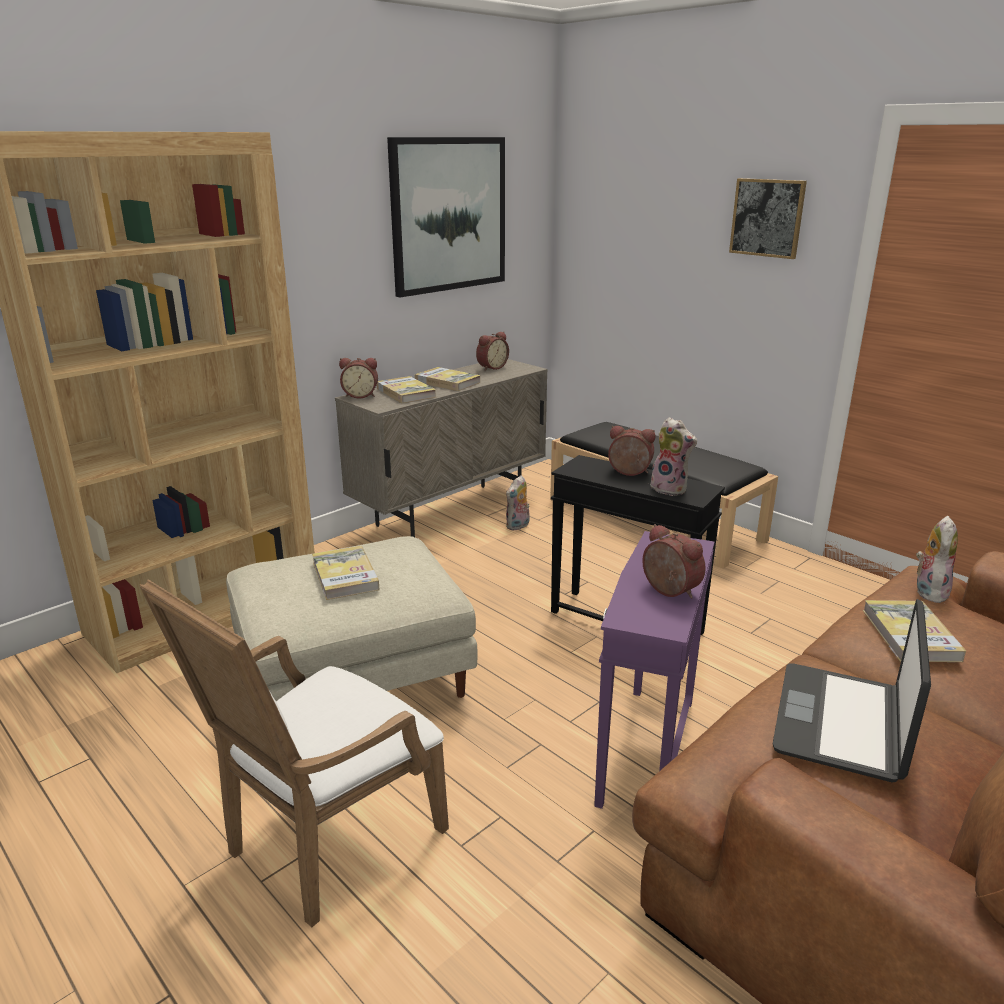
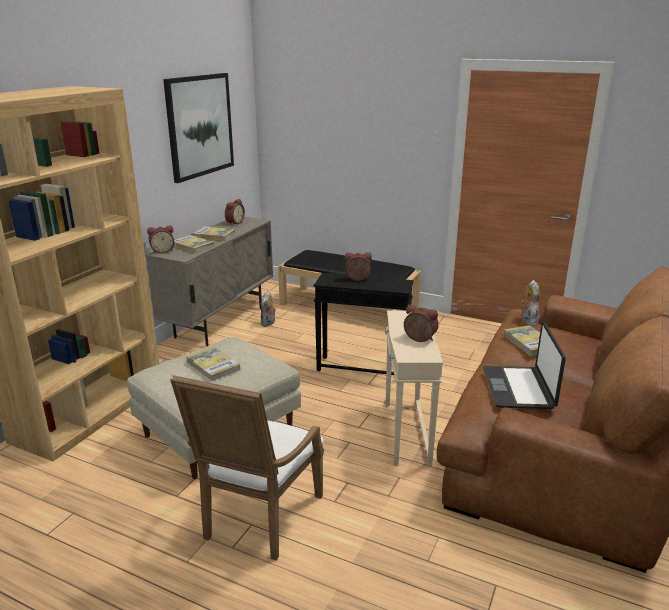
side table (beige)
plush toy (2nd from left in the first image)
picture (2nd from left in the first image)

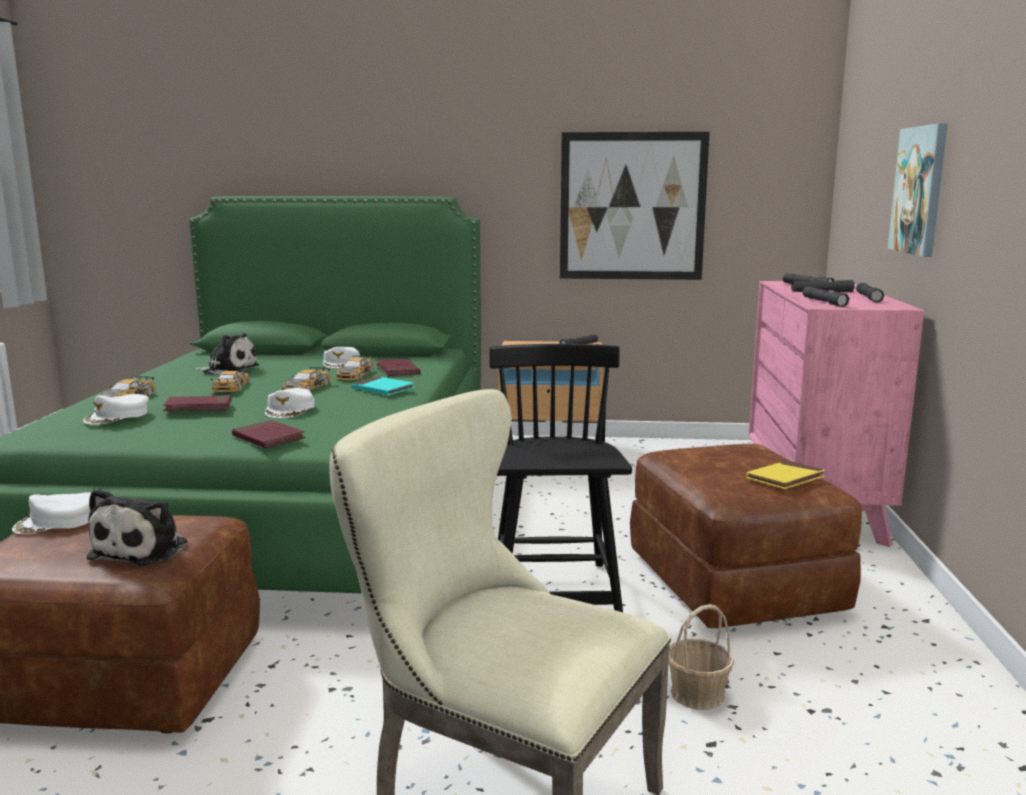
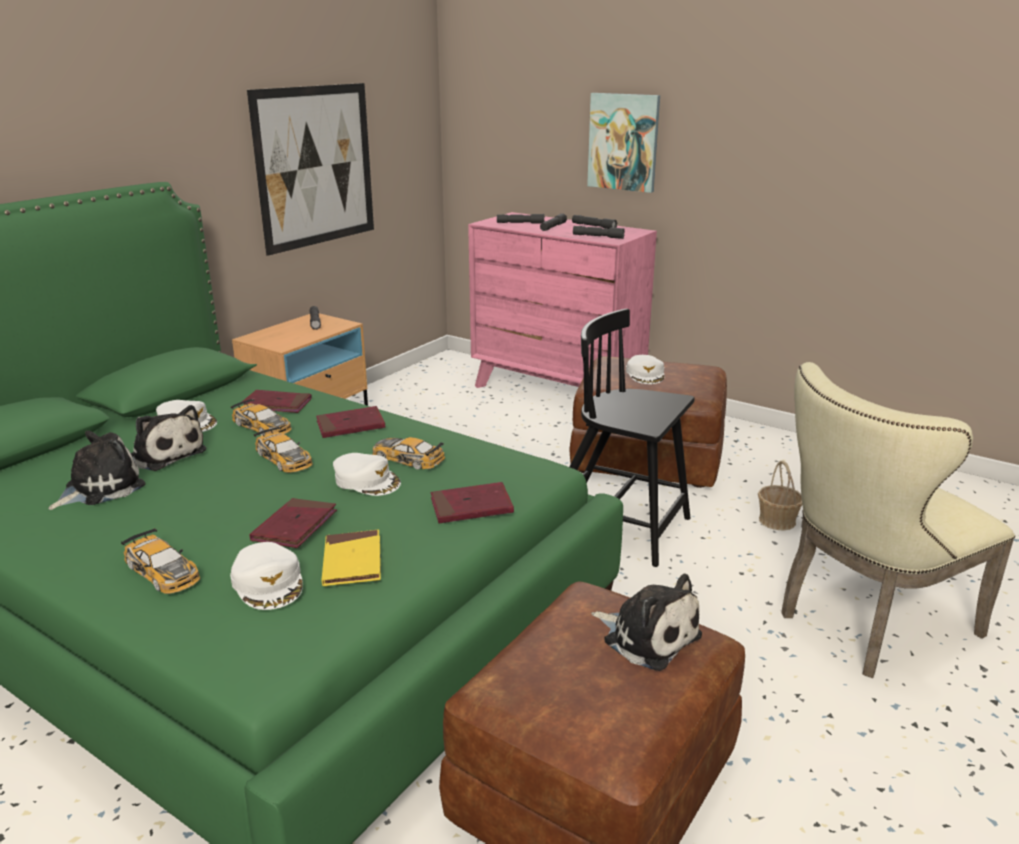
cap (white) (4th from left)
toy car (4th from left)
book (red) (3rd from left)
book (yellow)
plush toy (2nd from left)

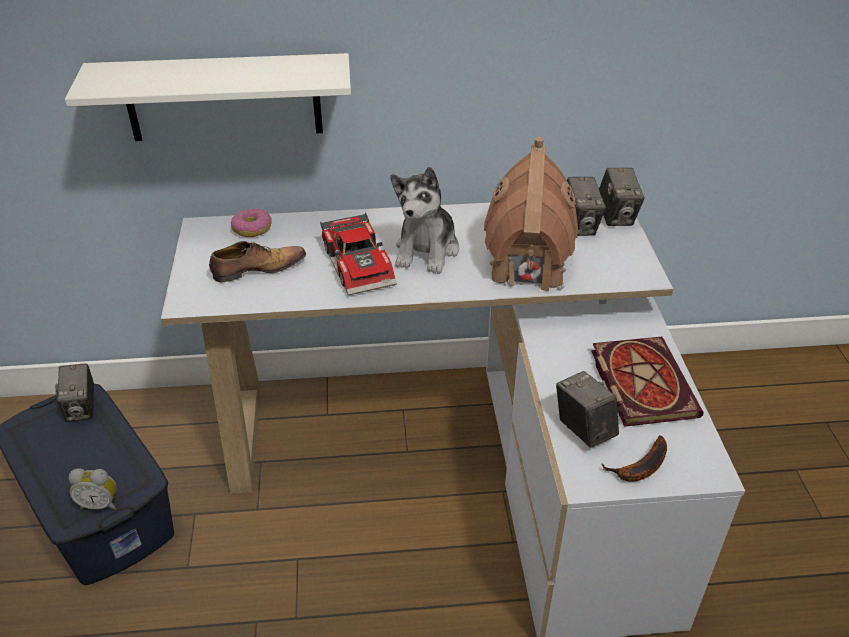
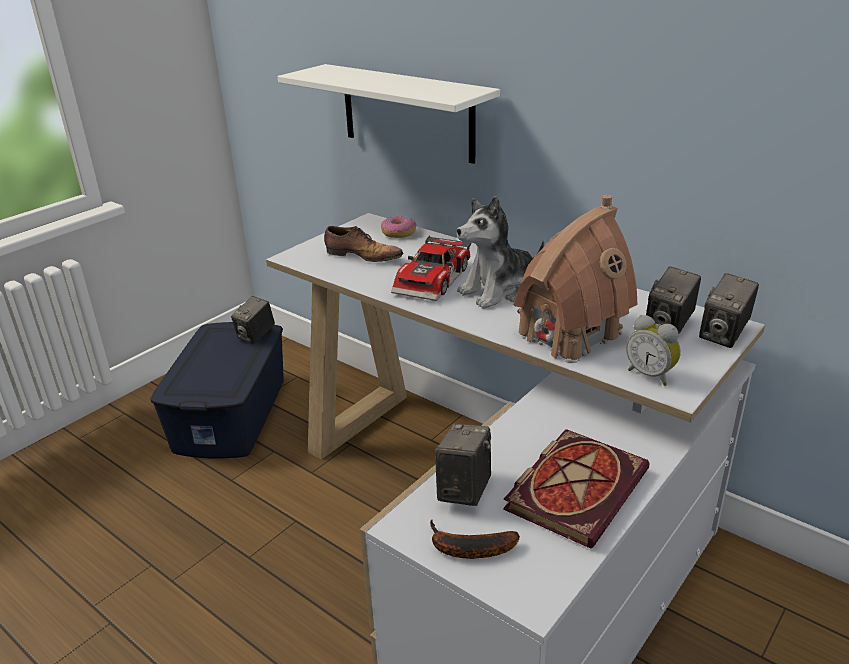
alarm clock

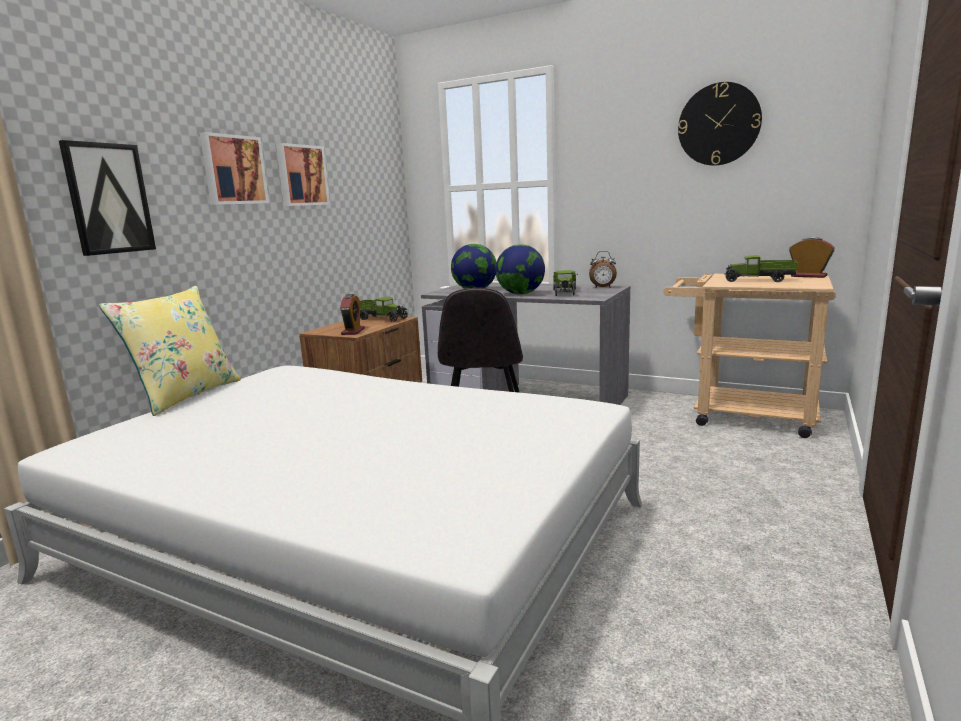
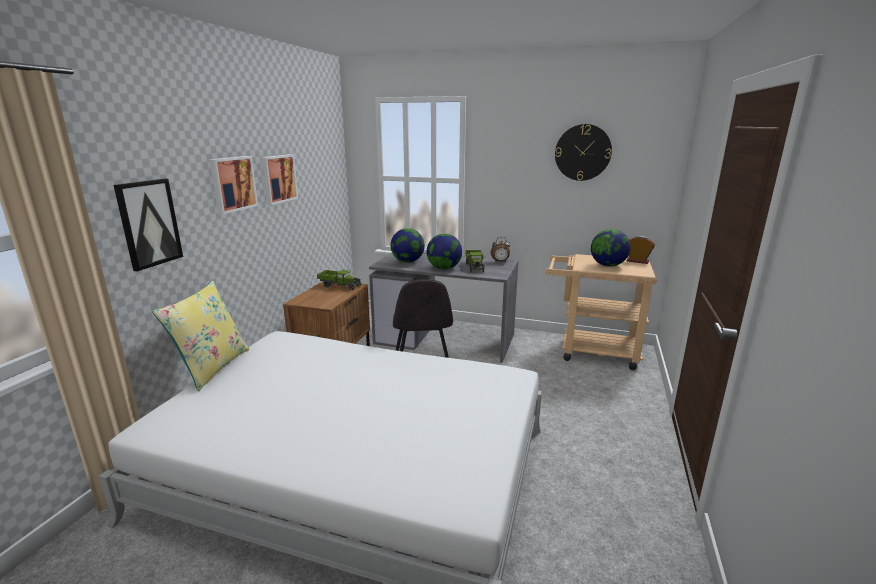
alarm clock (1st from left in the first image)
globe (3rd from left)

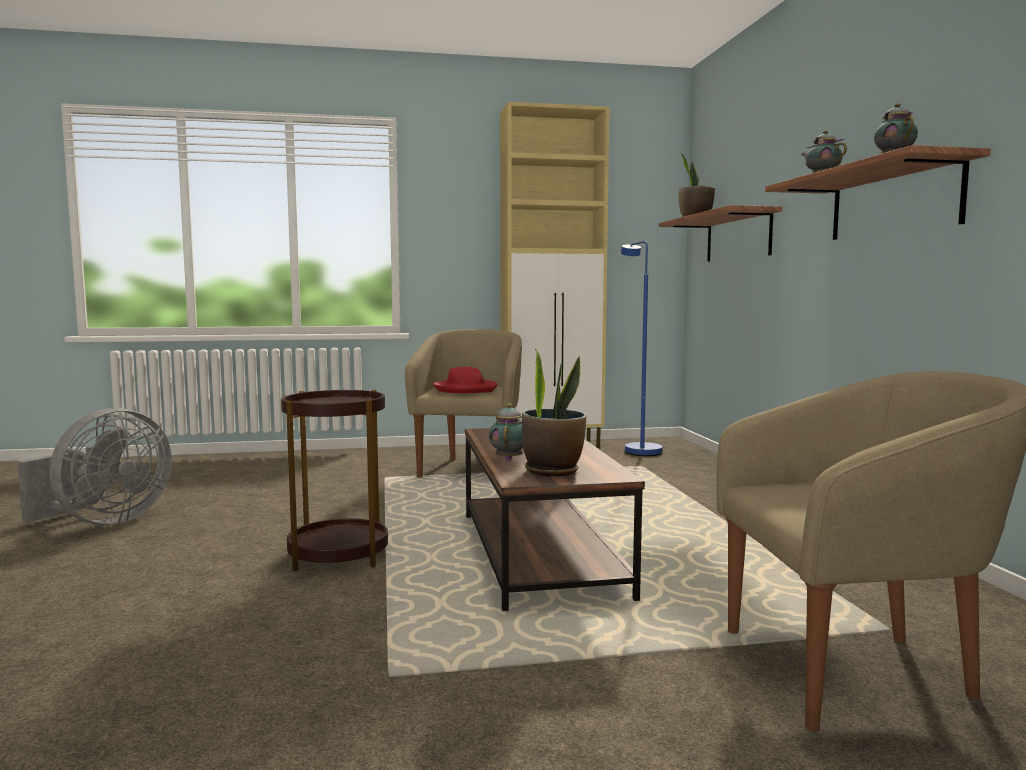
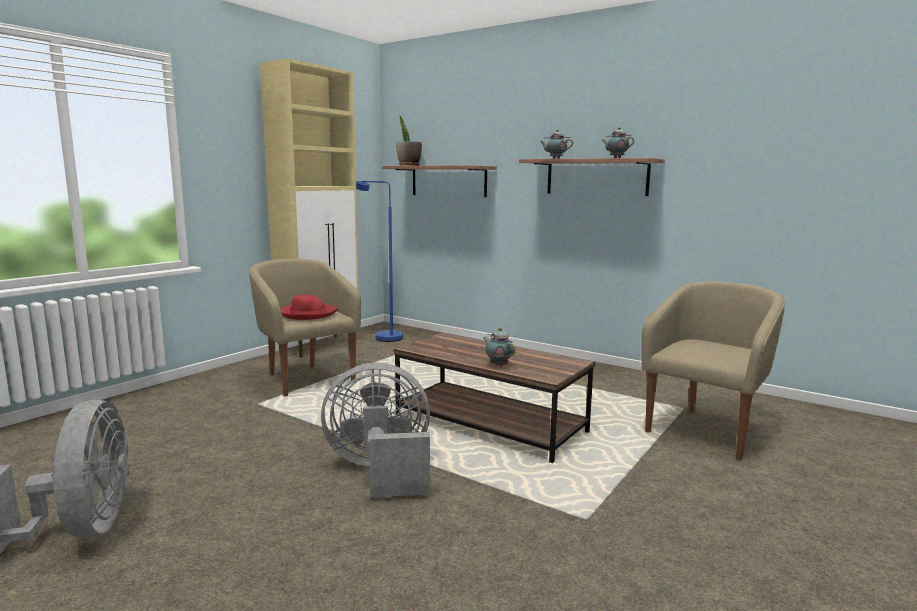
fan (grey) (2nd from left)
potted plant (1st from left in the first image)

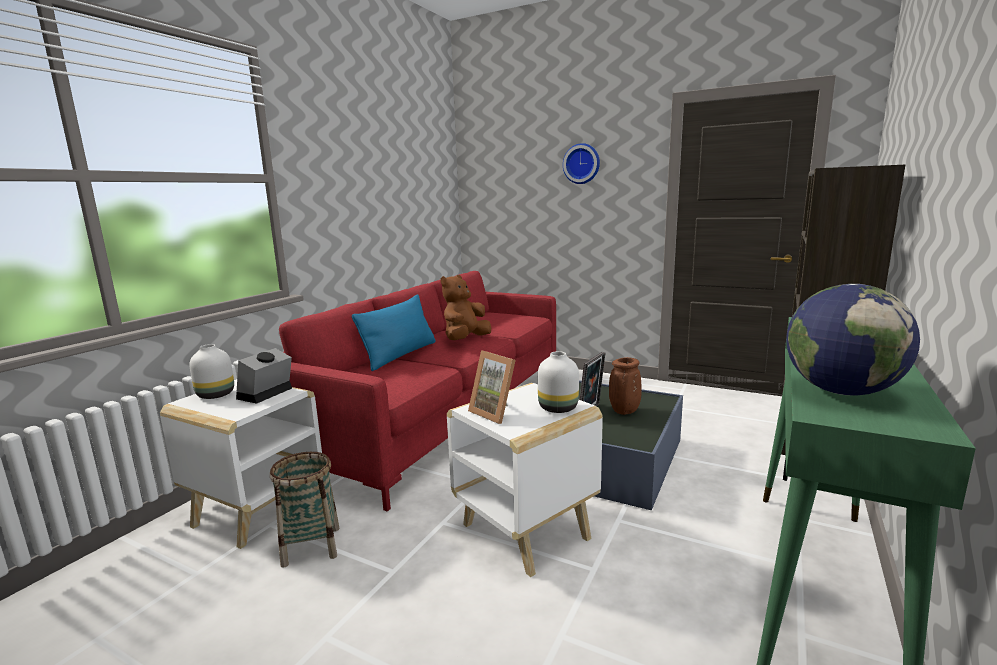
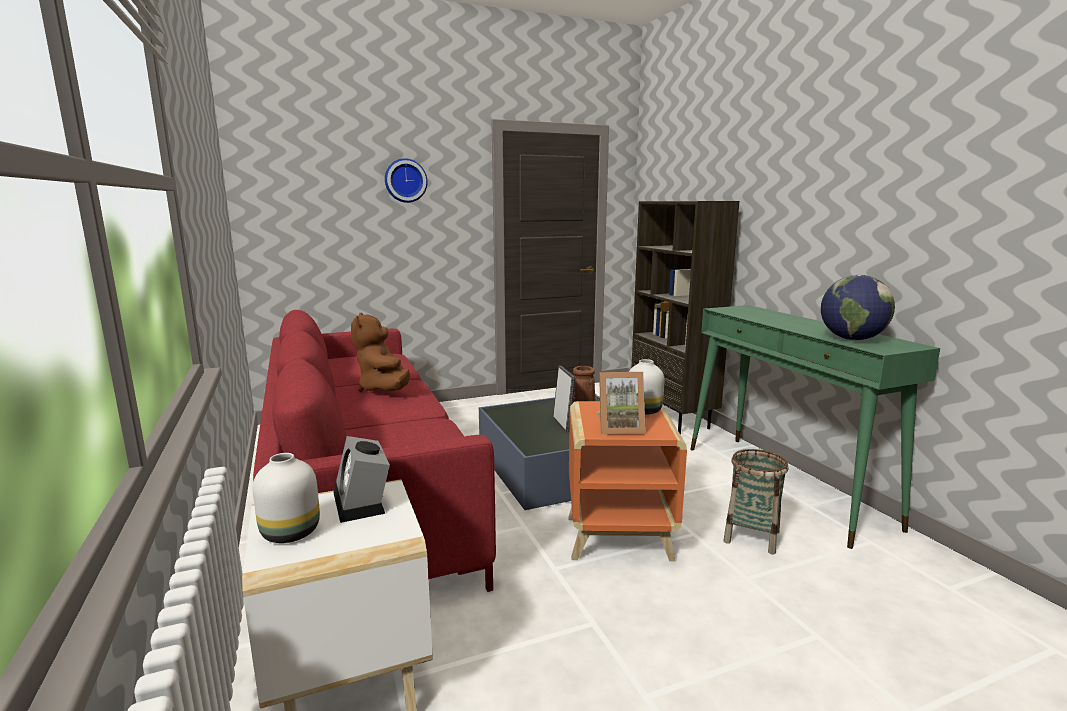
basket
pillow (blue)
side table (orange)

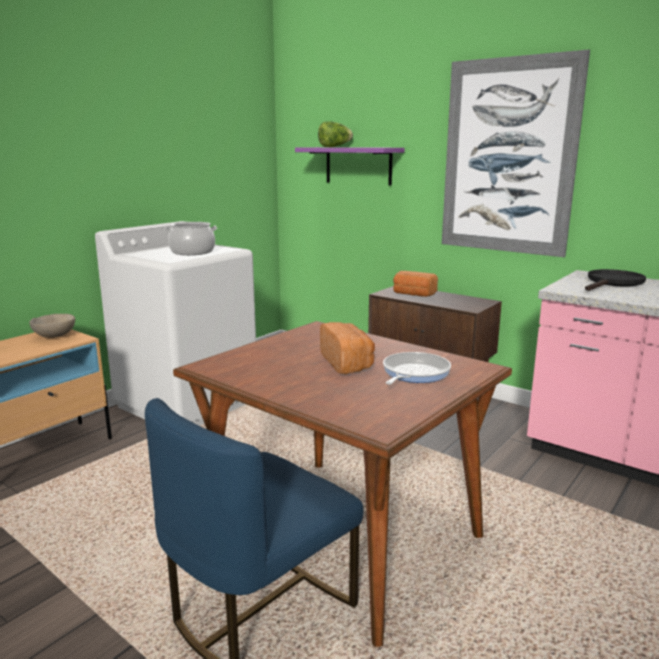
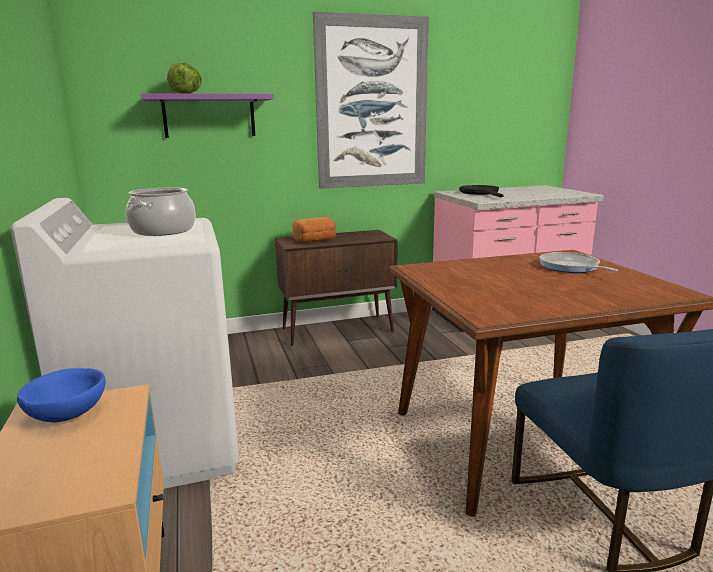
bowl (blue)
bread (1st from left in the first image)

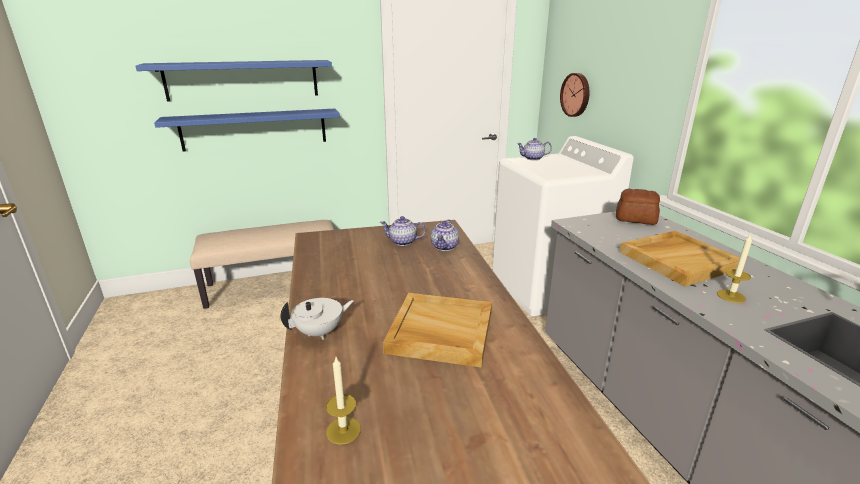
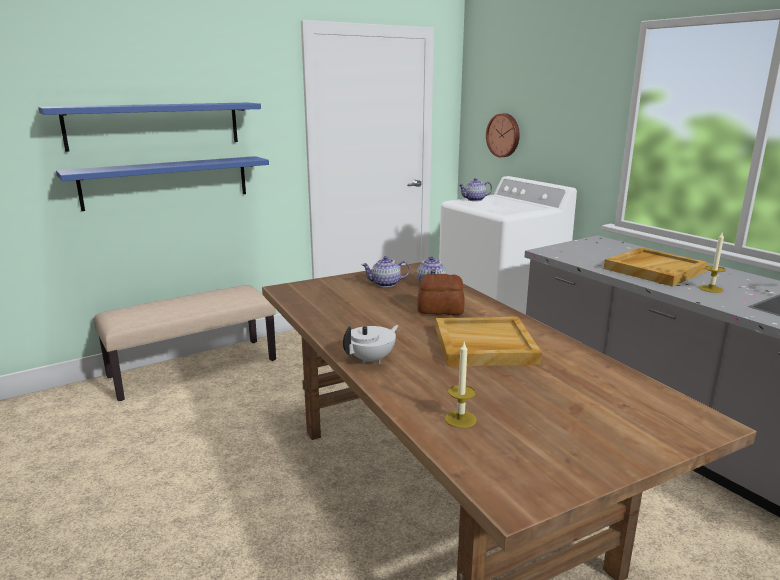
bread

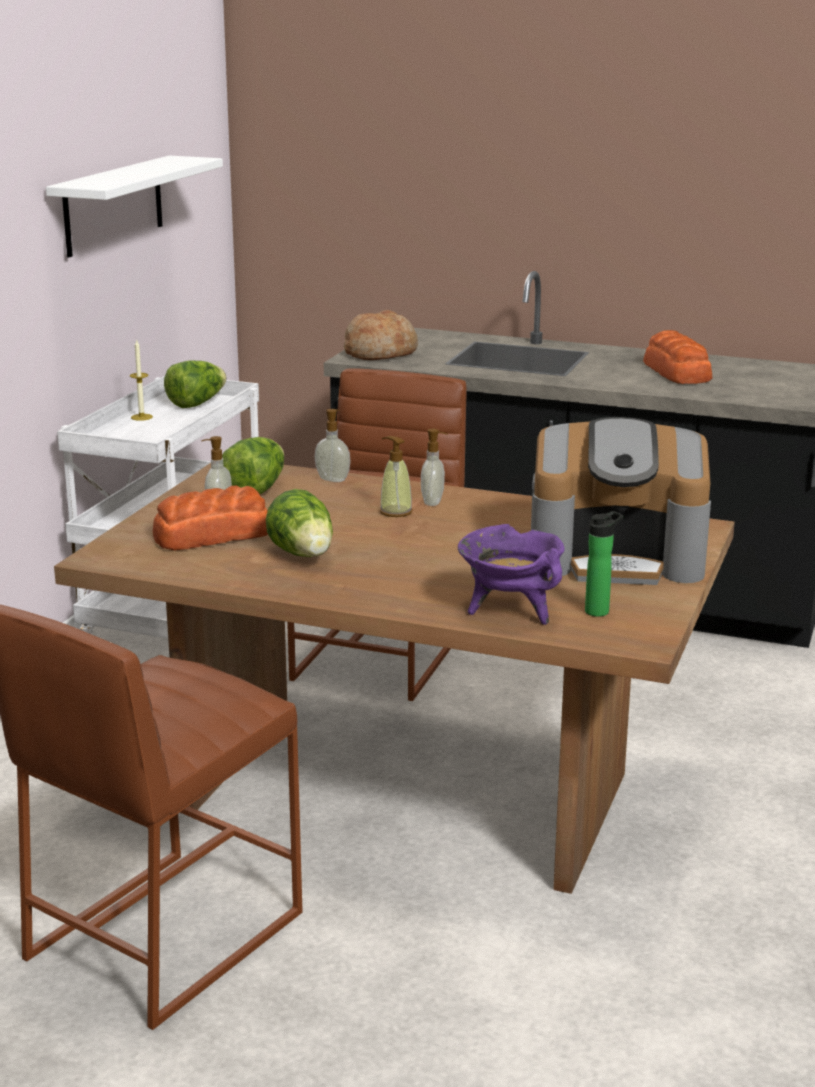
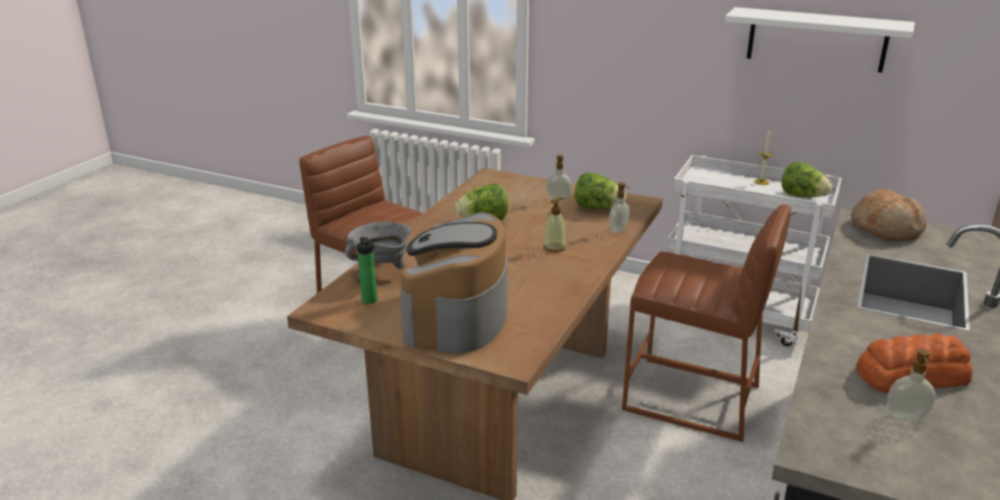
bread (1st from left in the first image)
soap dispenser (4th from left)
cooking pot (grey)

